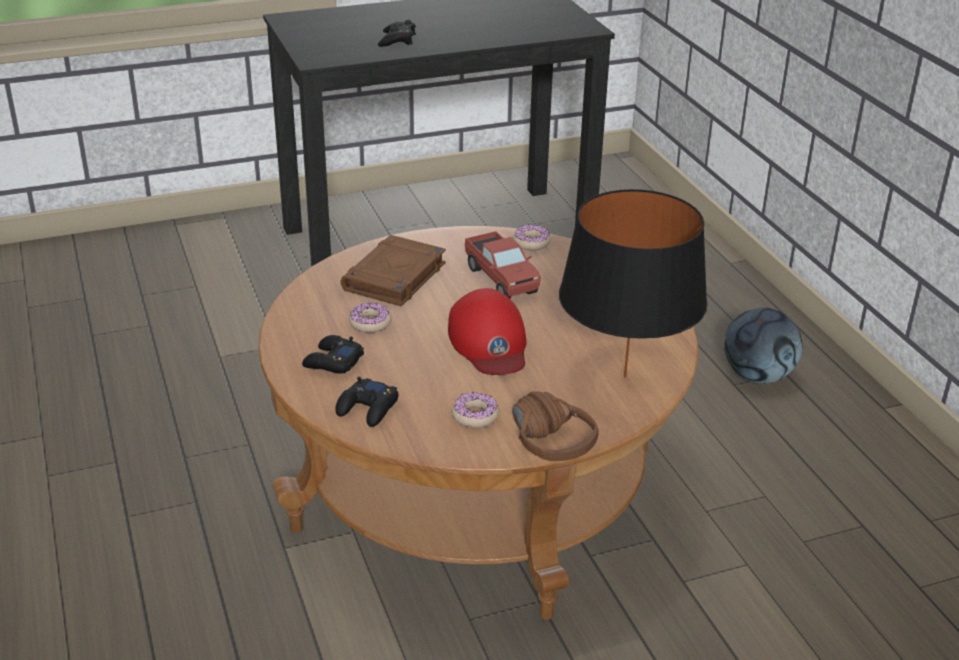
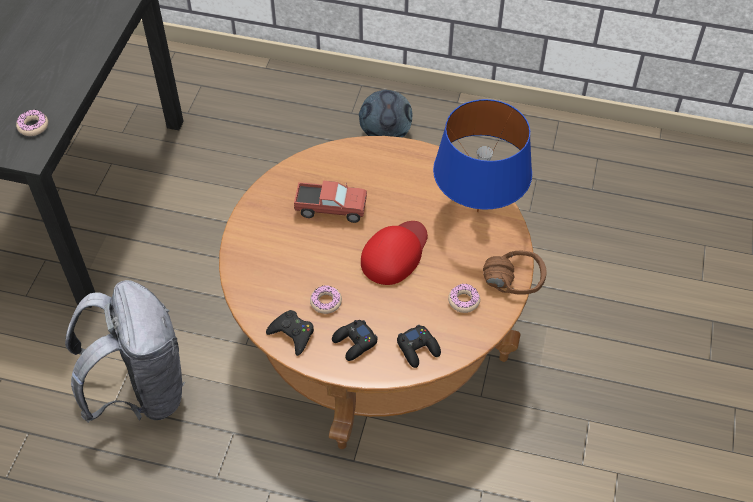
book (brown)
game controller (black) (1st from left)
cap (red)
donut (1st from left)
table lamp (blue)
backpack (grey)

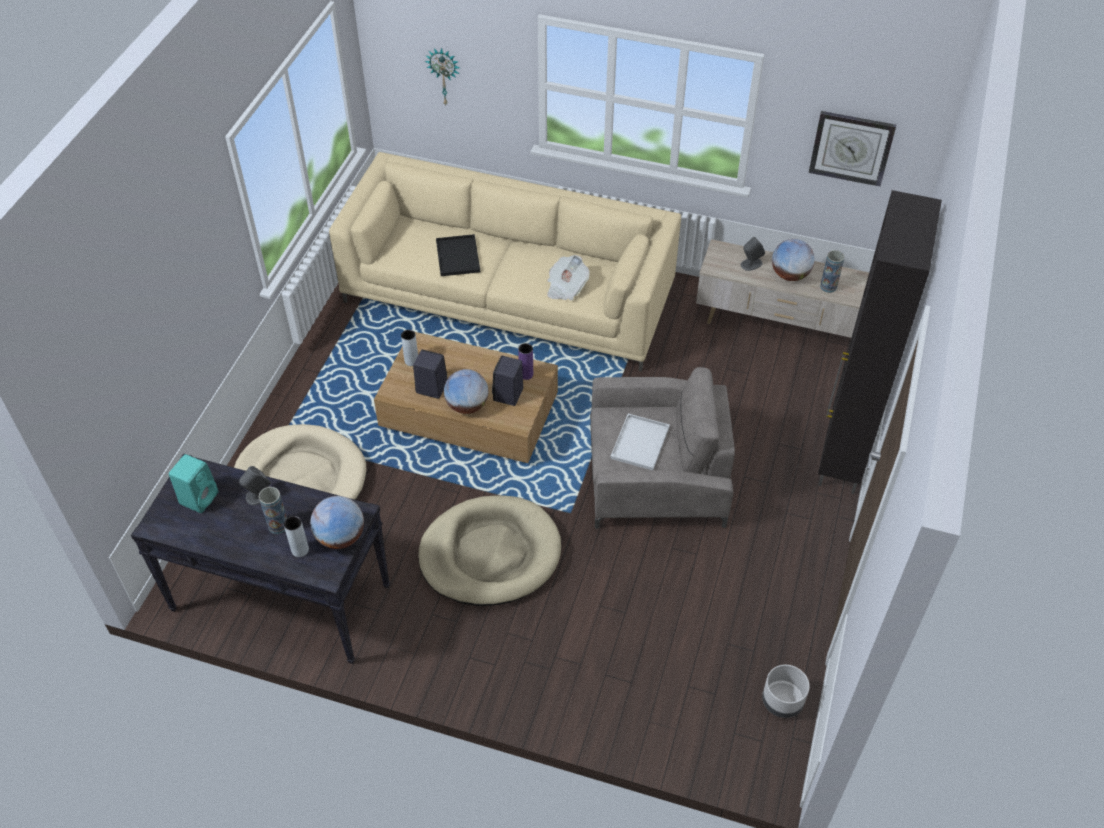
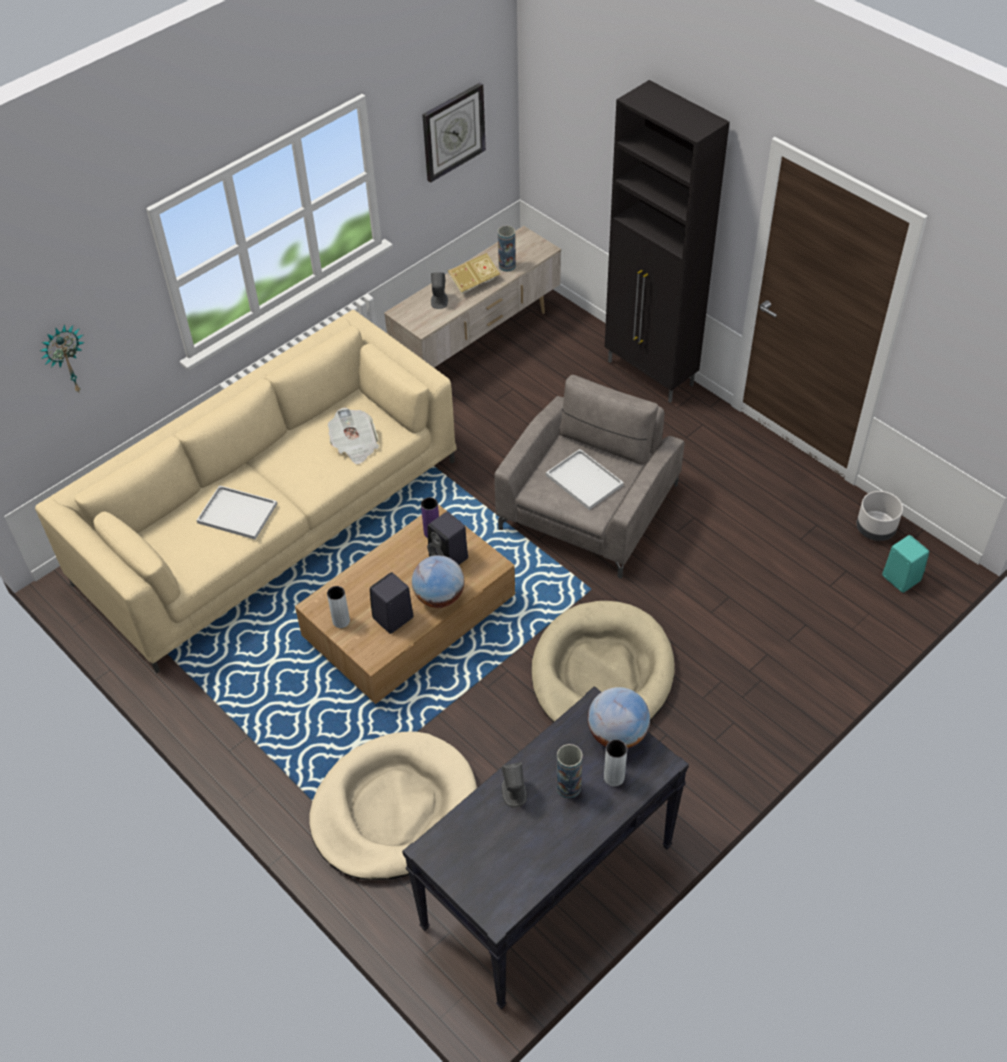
speaker (turquoise)
tray (white) (1st from left)
book

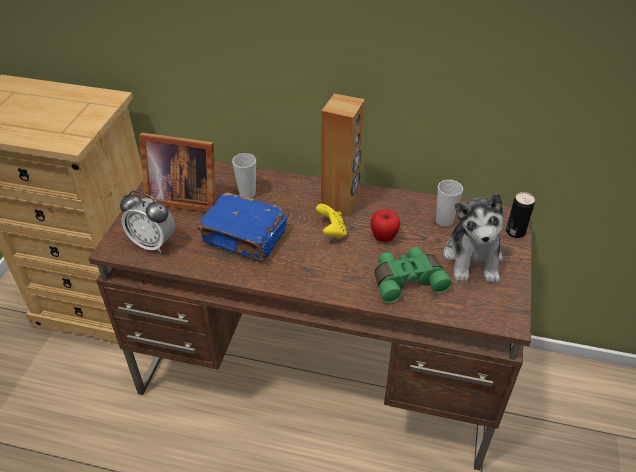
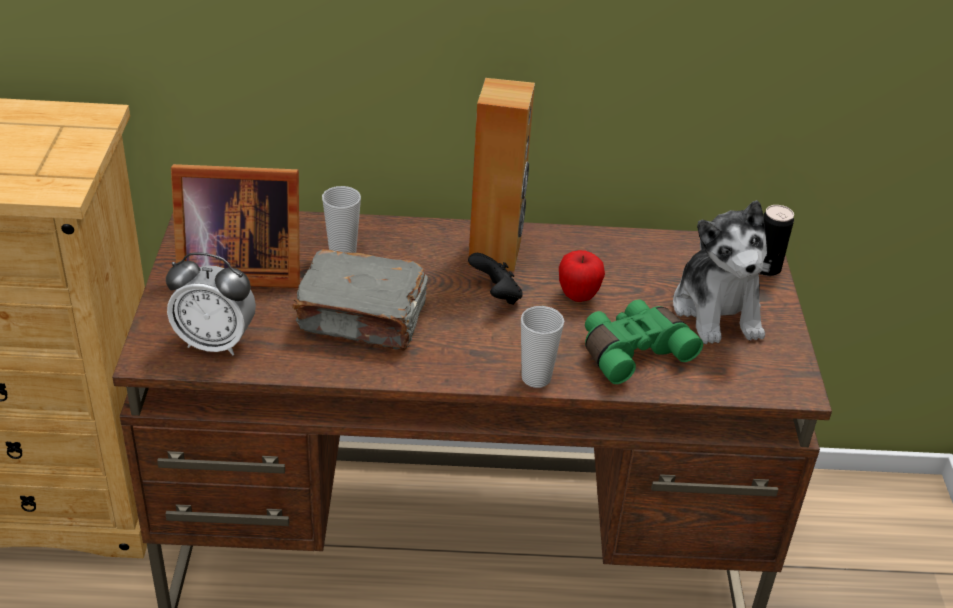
book (grey)
game controller (black)
cup (2nd from left)

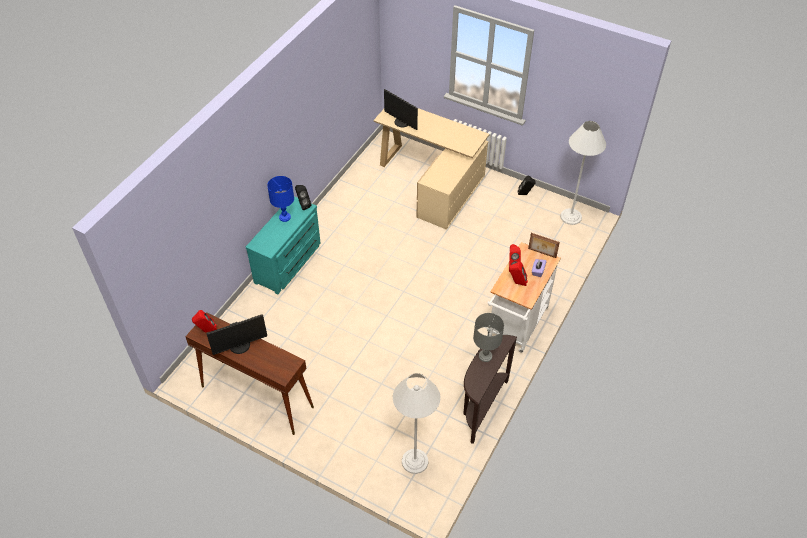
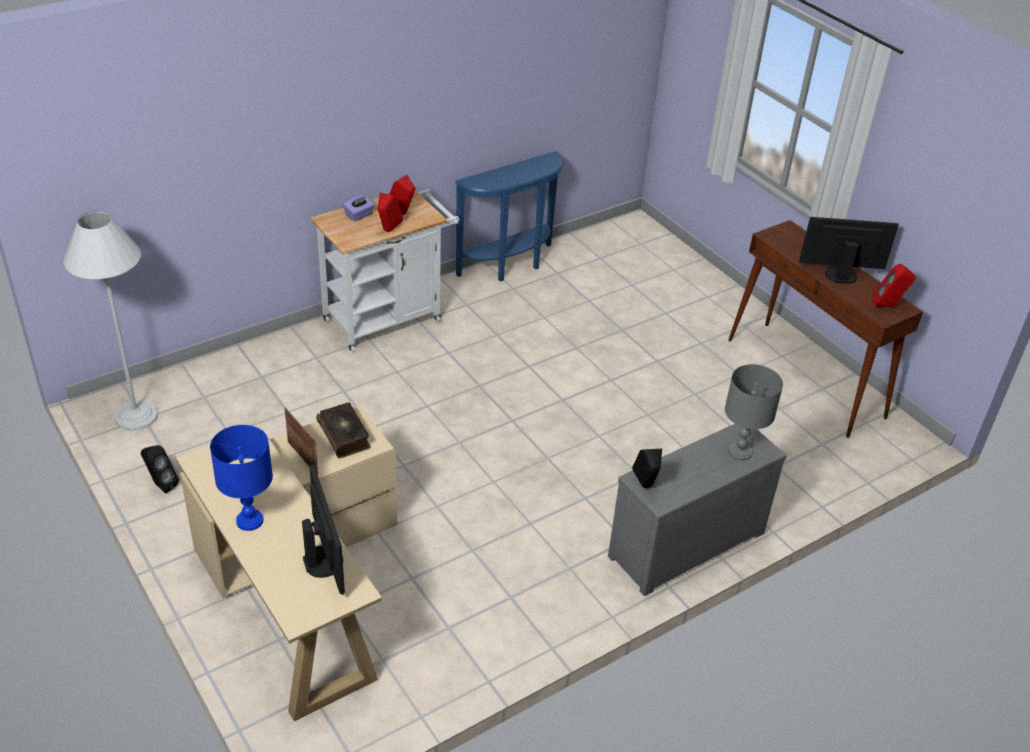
dresser (grey)
table lamp (blue)
floor lamp (white) (1st from left in the first image)
console table (blue)
table lamp (grey)
picture frame
book

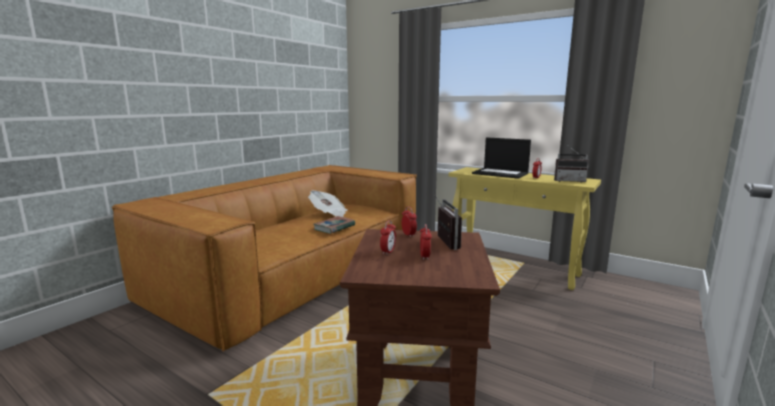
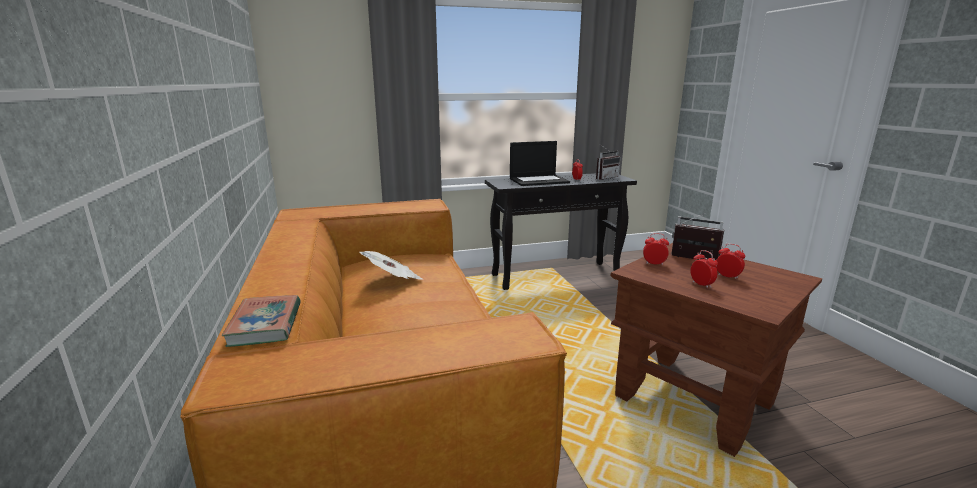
book
console table (black)

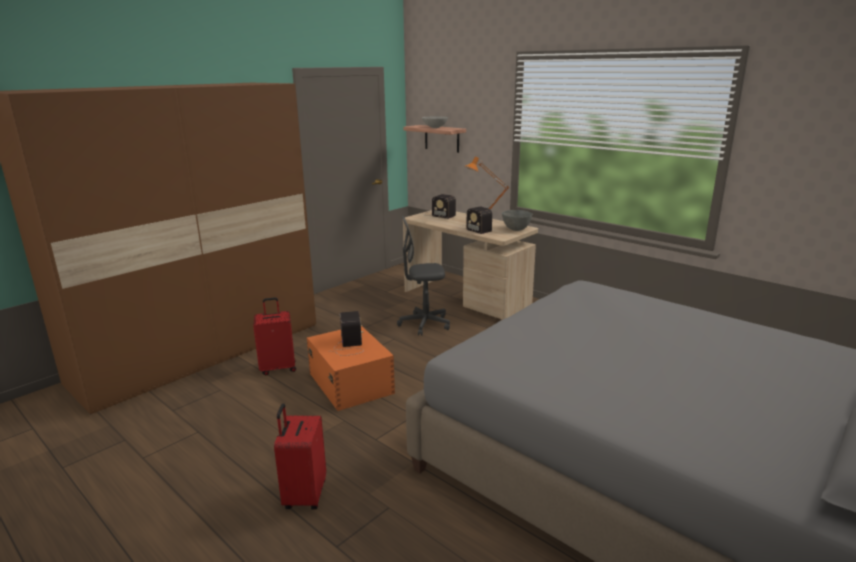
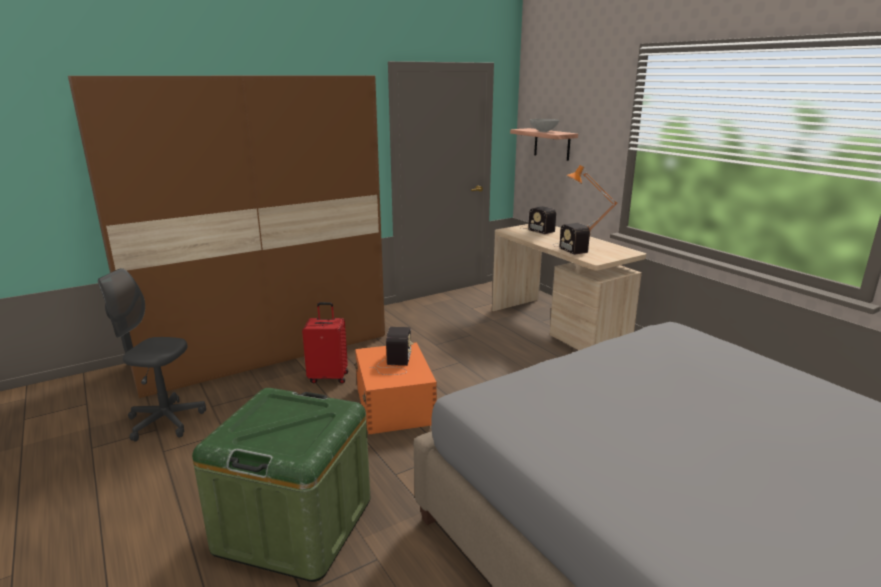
storage box (green)
office chair (grey)
bowl (grey) (2nd from left in the first image)

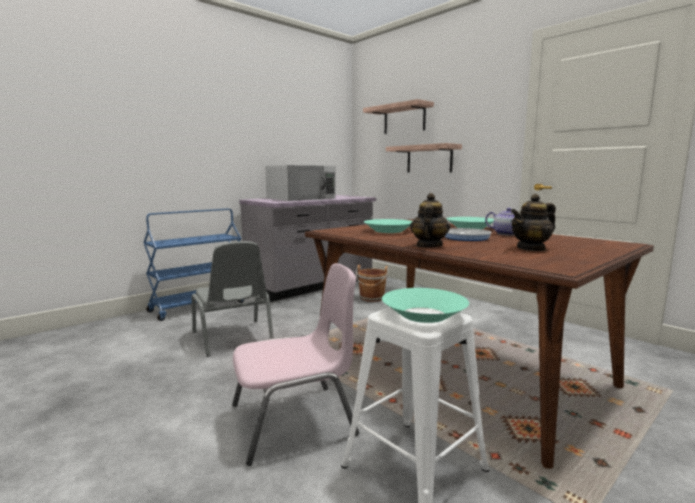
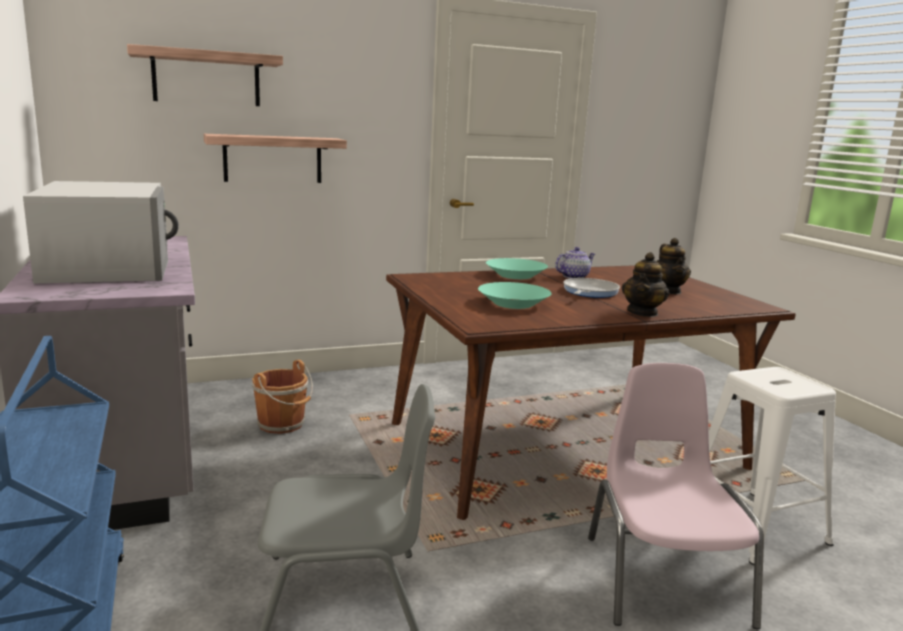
bowl (turquoise) (2nd from left in the first image)
teapot (2nd from left)

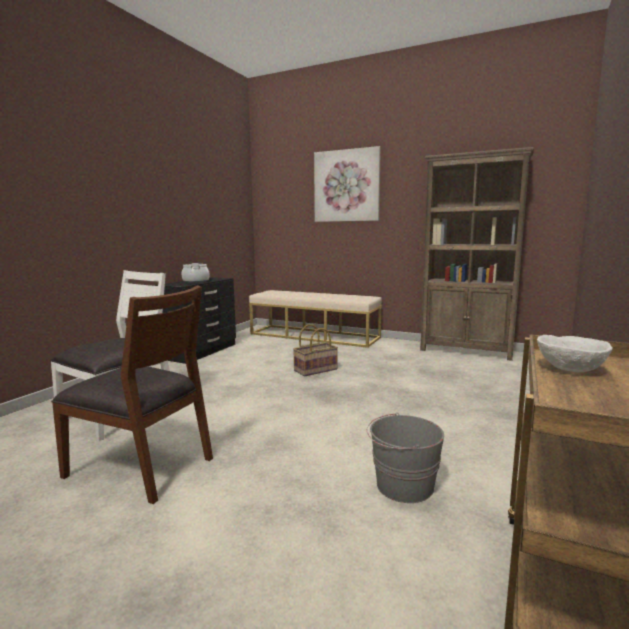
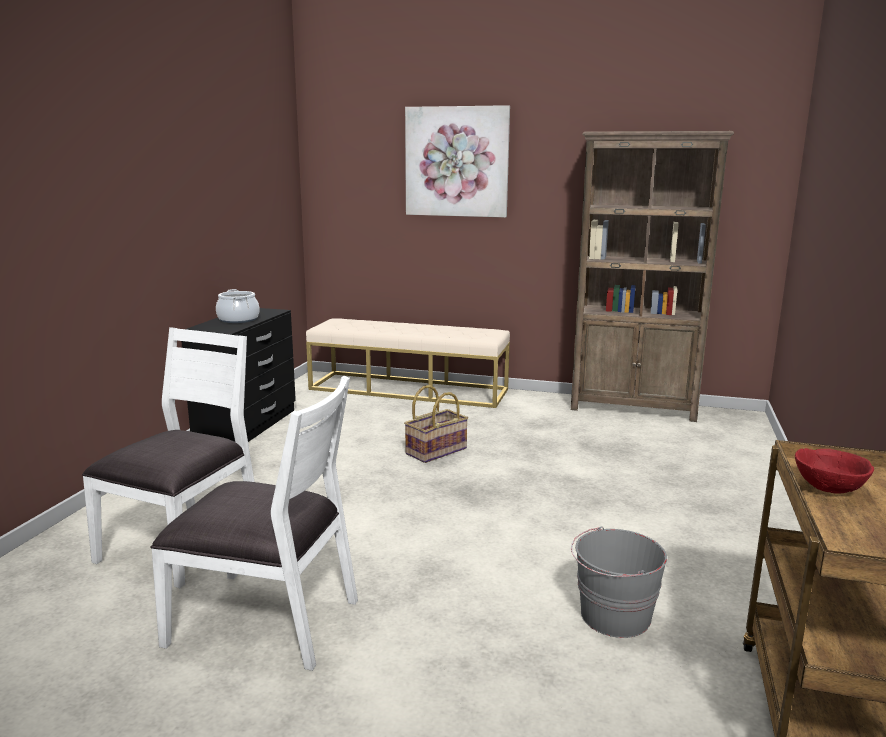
chair (white) (2nd from left)
bowl (red)

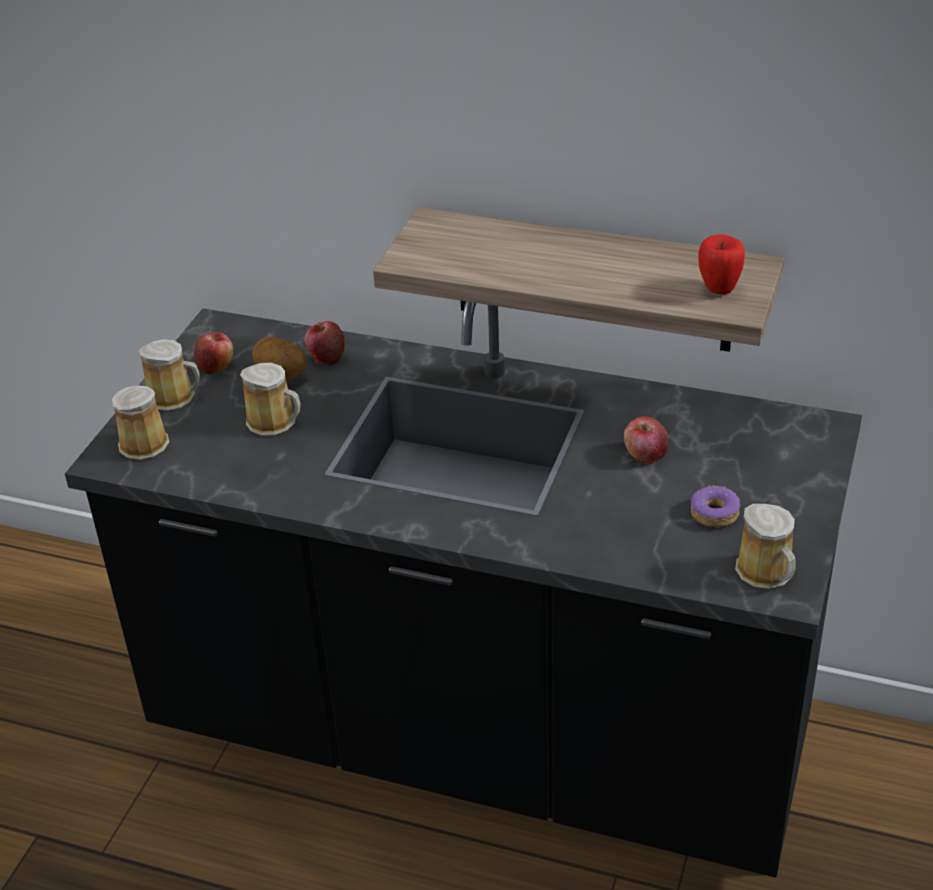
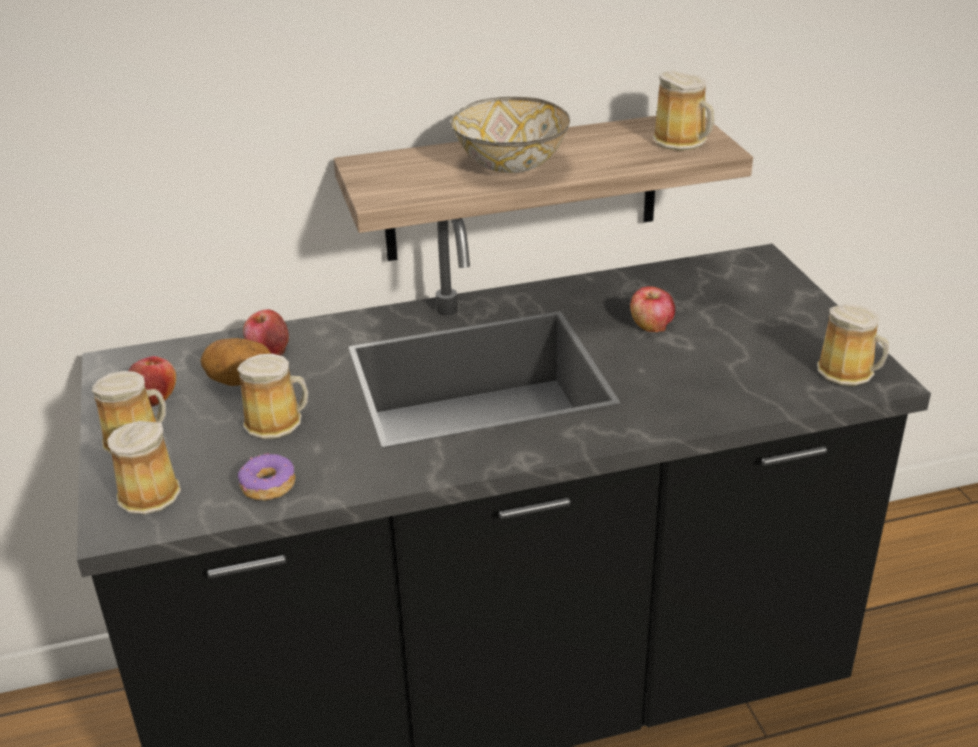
donut
mug (4th from left)
bowl

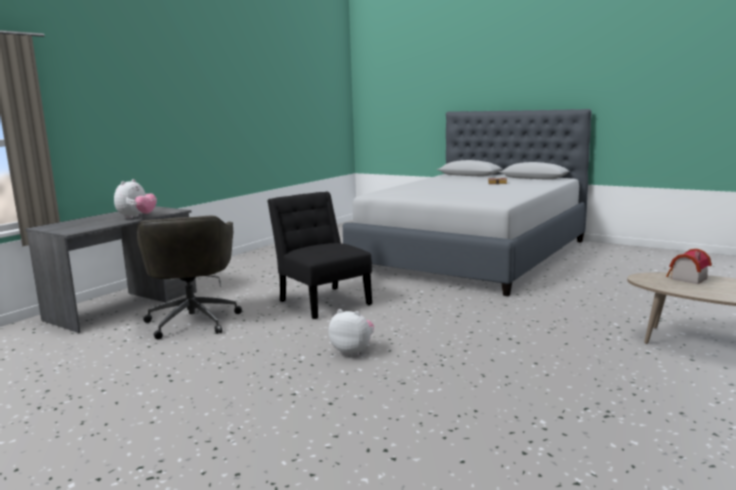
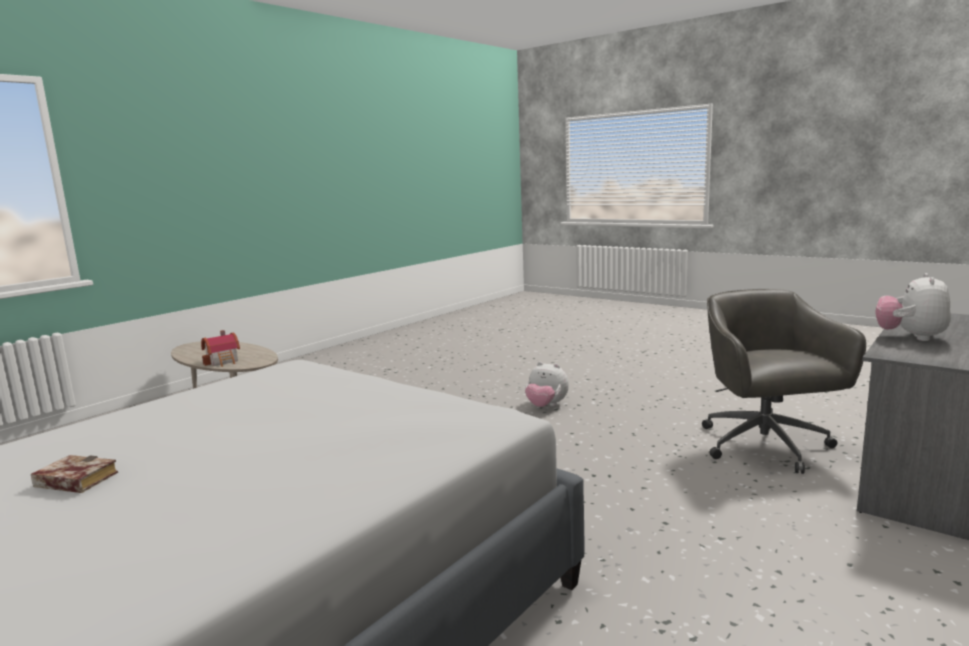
chair (black)

